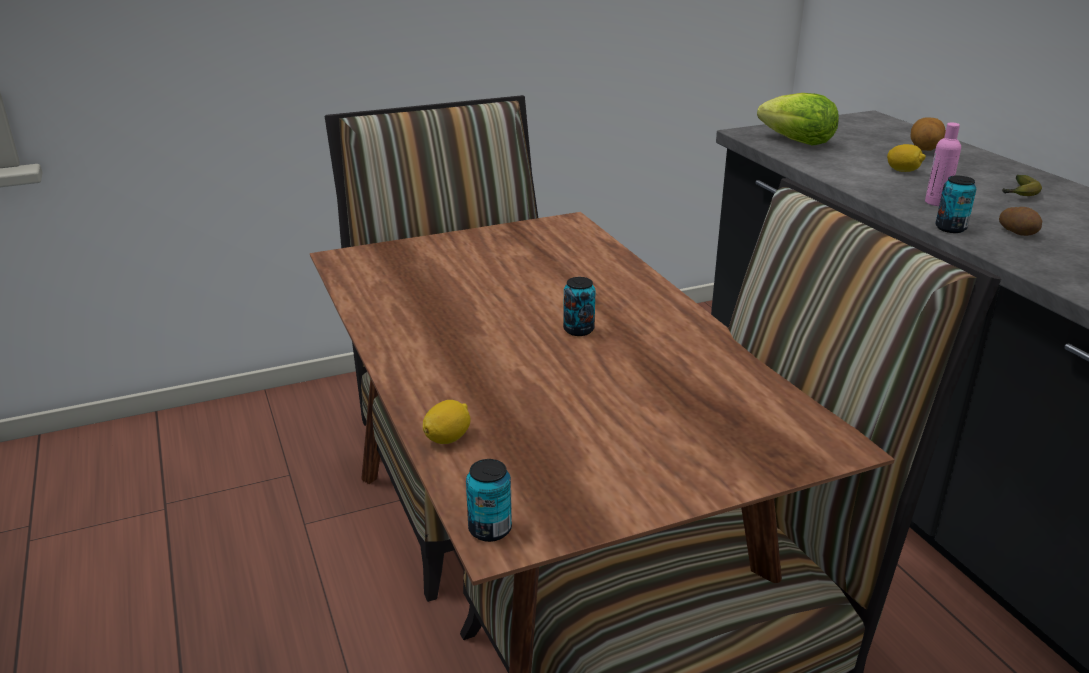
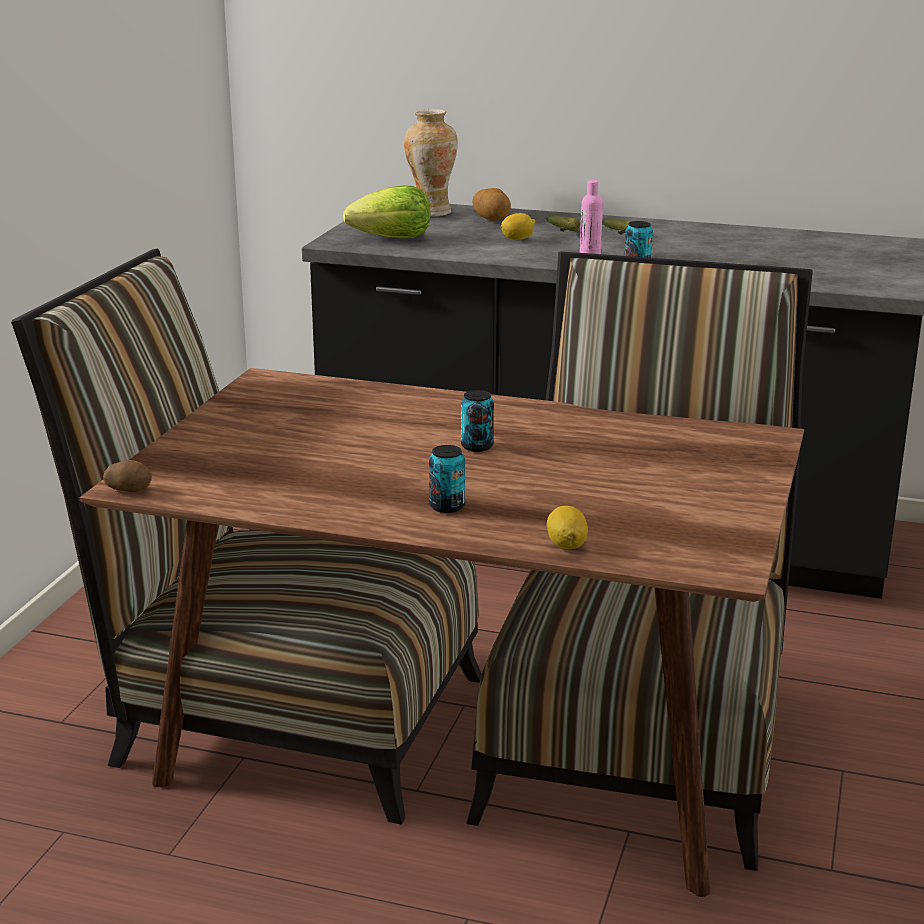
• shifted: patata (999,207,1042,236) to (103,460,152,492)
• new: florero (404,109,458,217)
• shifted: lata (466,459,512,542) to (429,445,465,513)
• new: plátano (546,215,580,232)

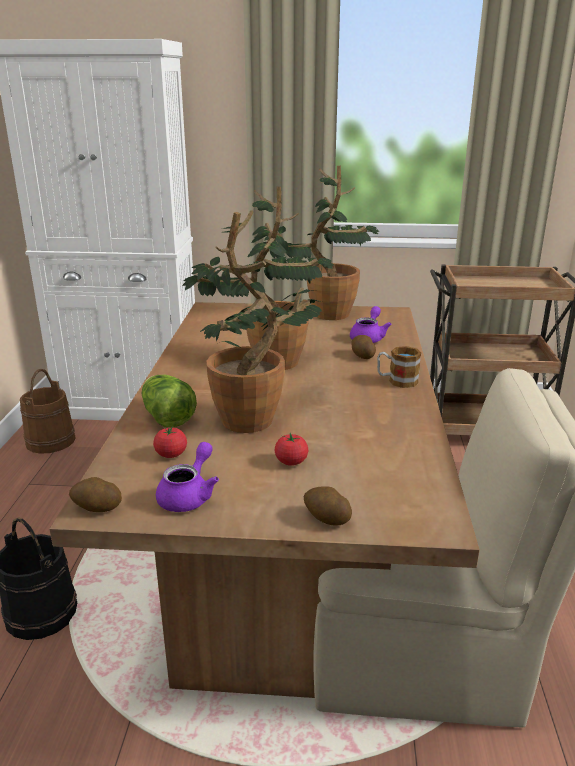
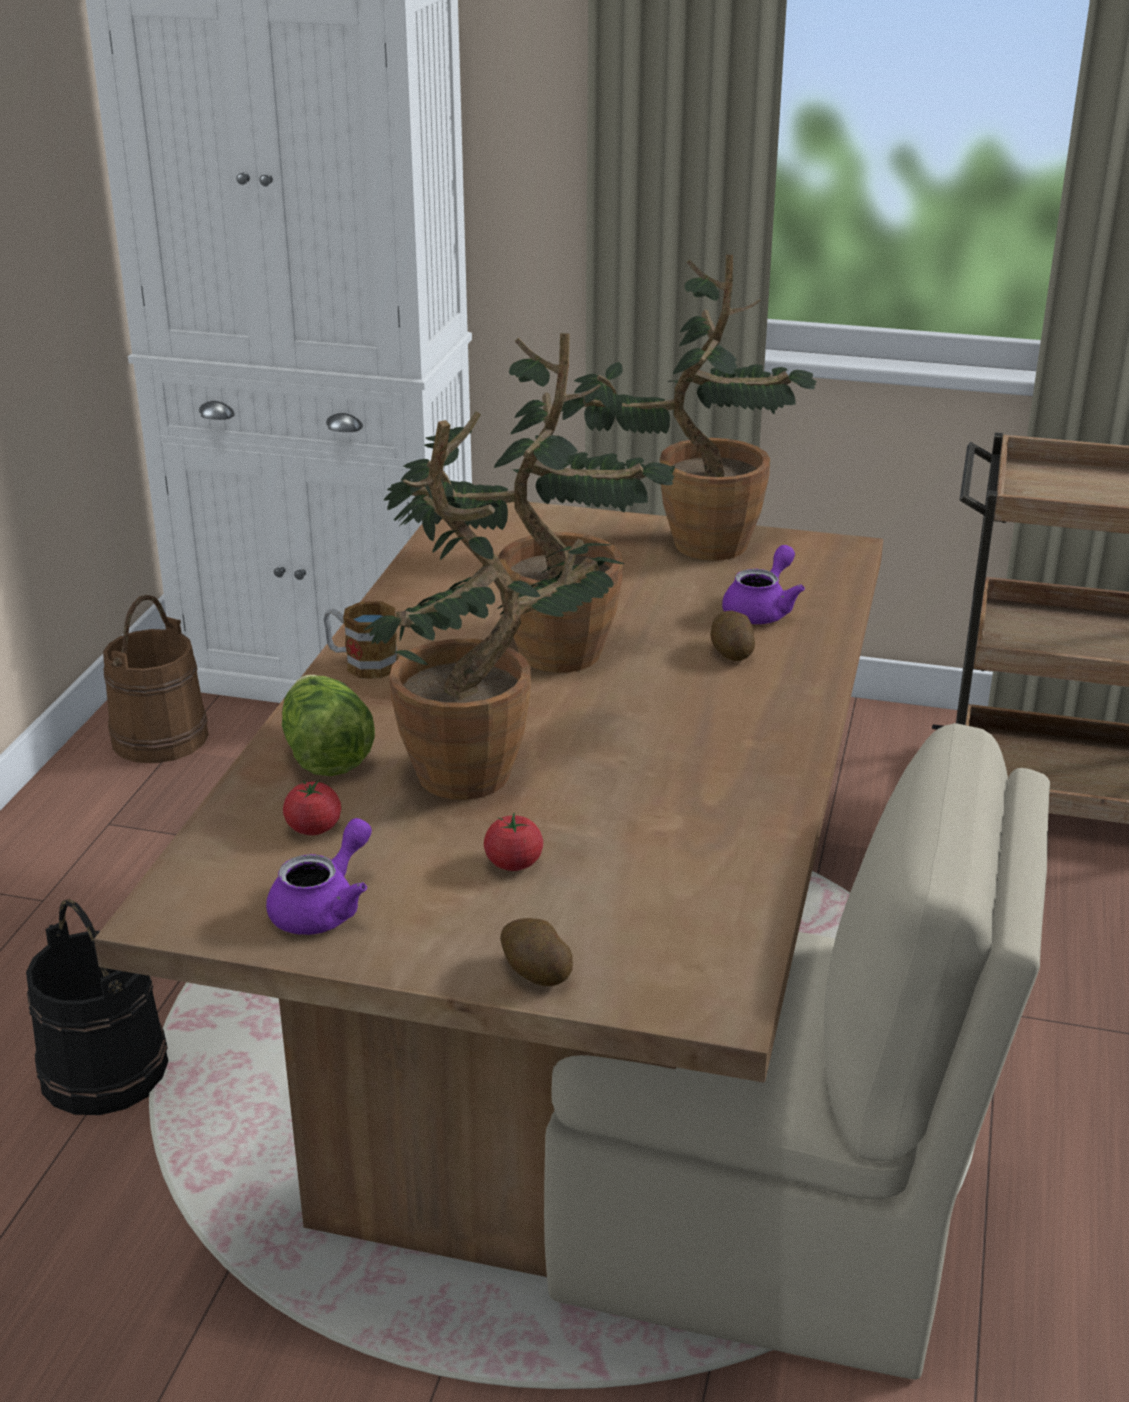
• shifted: taza grande (377,346,421,388) to (323,601,398,678)
• gone: patata (69,477,122,512)

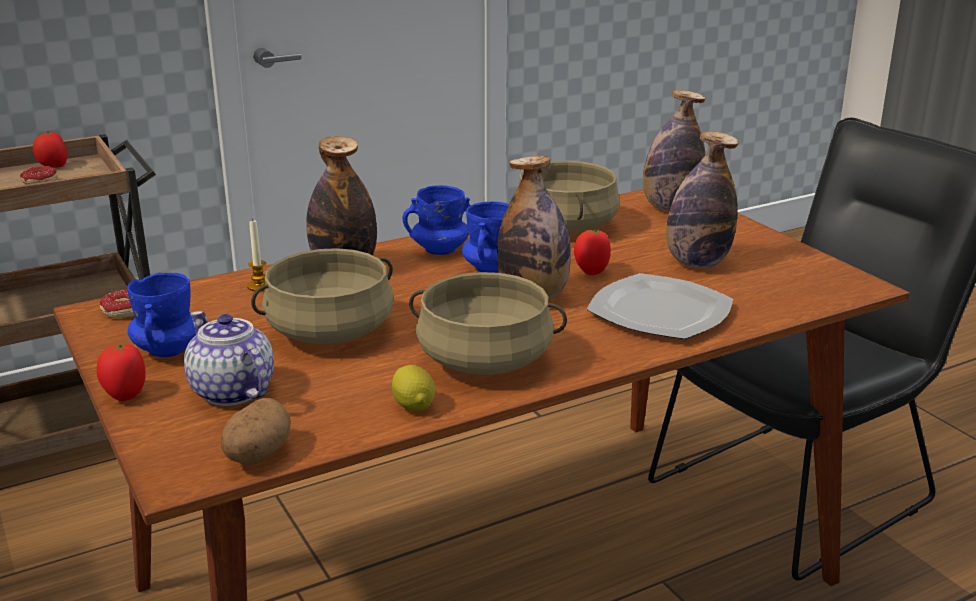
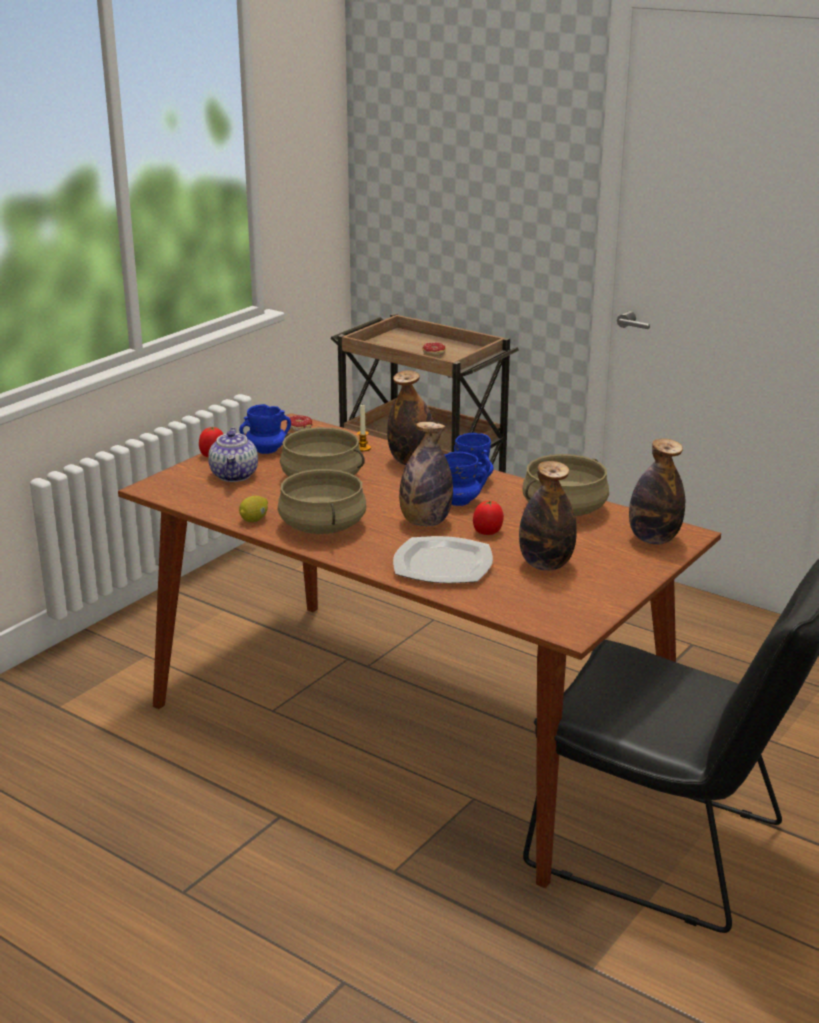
• rotated: tetera (184,311,274,406) = (208,428,258,482) 150 degrees clockwise
• gone: tomate (33,131,67,168)
• gone: patata (221,398,291,465)

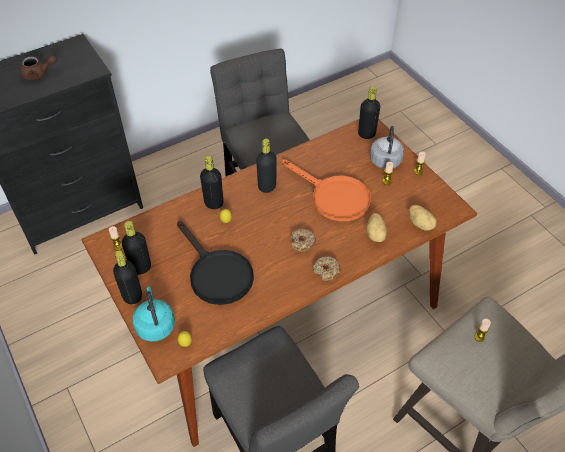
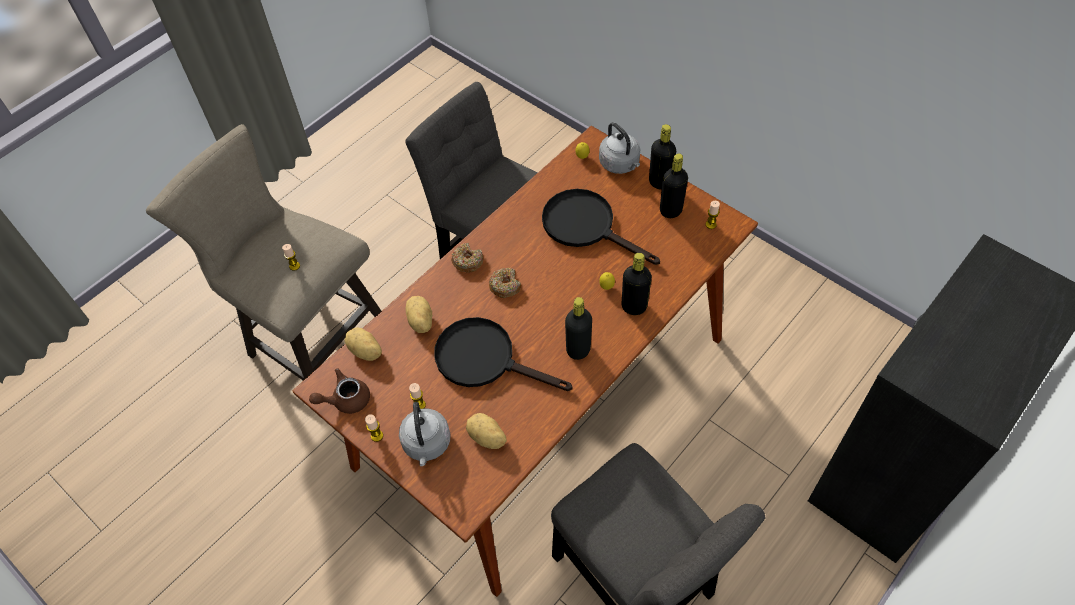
• shifted: tetera/marrón (20,56,57,80) to (309,368,370,414)
• repainted: sartén/naranja (282,159,371,221) to sartén/negro (434,317,573,391)
• new: patata (466,413,507,449)
• repainted: hervidor/turquesa (133,286,175,342) to hervidor/gris (599,122,640,174)
• gone: botella/negro (358,86,380,139)

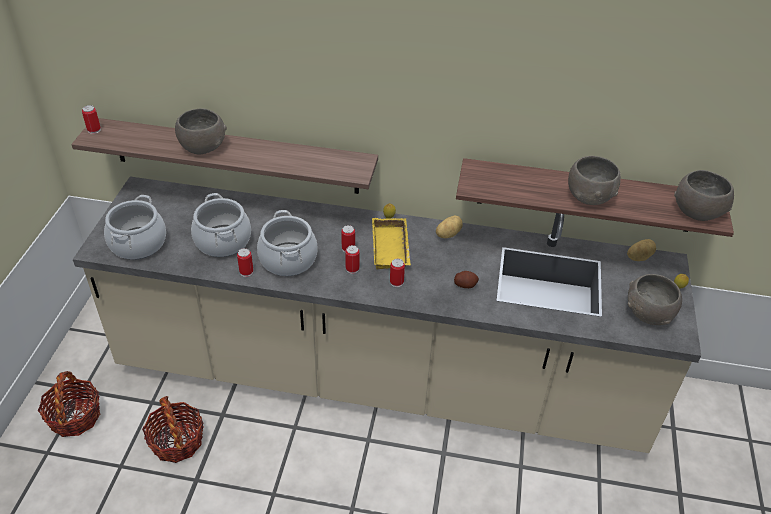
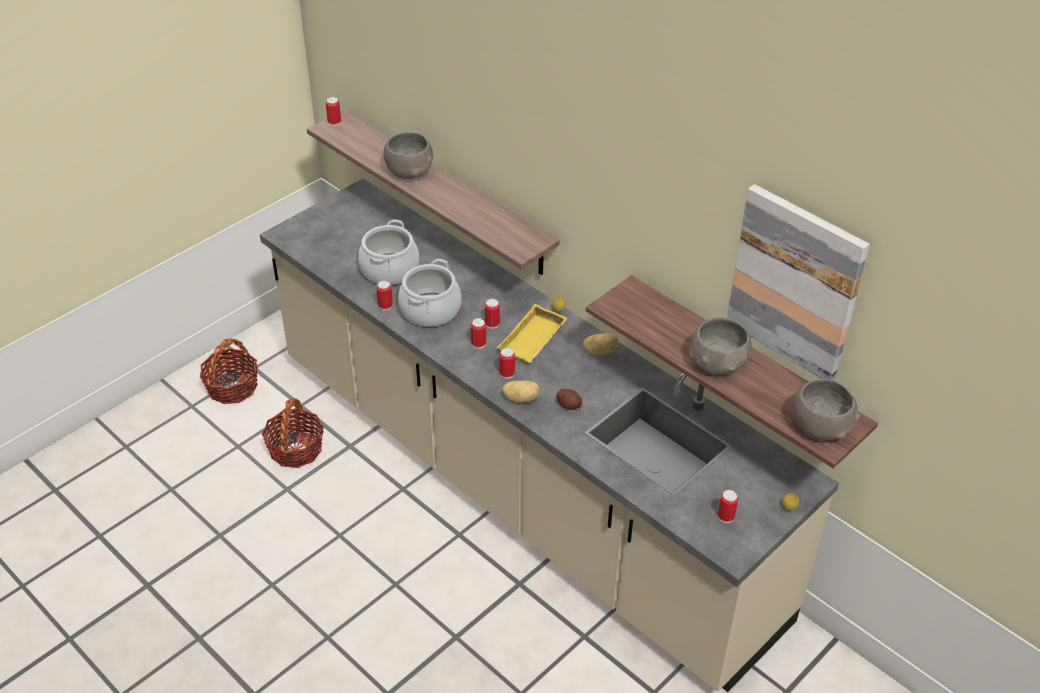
• shifted: patata (627,239,656,261) to (503,381,540,403)
• swapped: cuenco/gris (628,274,682,325) to lata (718,490,738,523)
• new: cuadro (727,184,870,380)
• gone: olla (104,195,166,260)

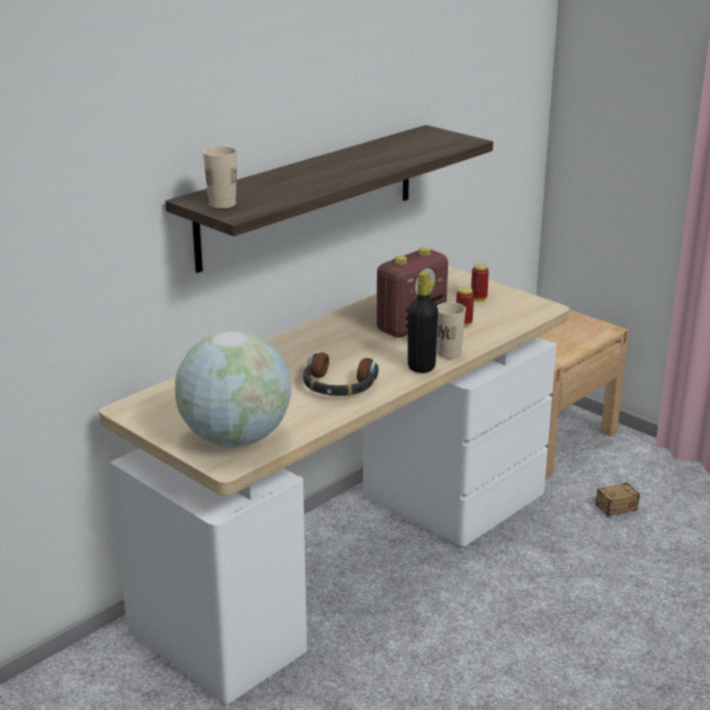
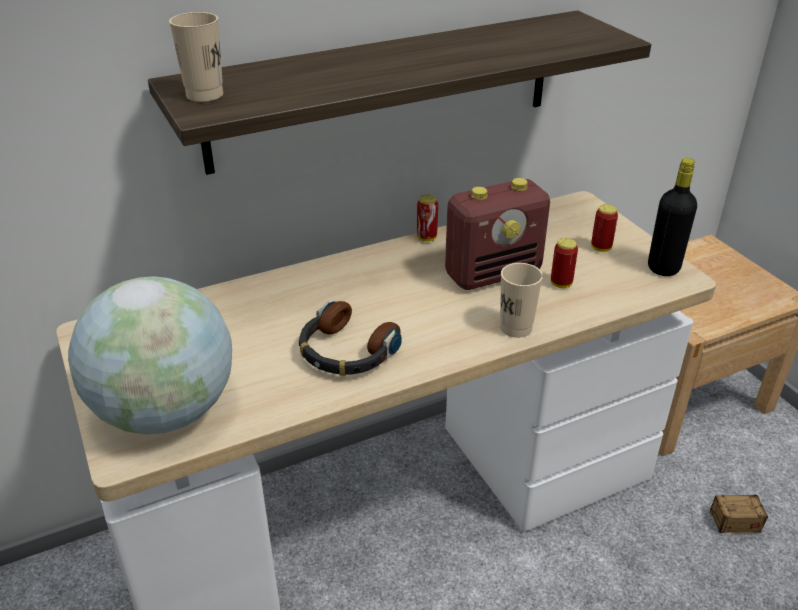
• new: lata (417,195,438,241)
• shifted: botella/negro (408,272,438,373) to (648,158,697,276)

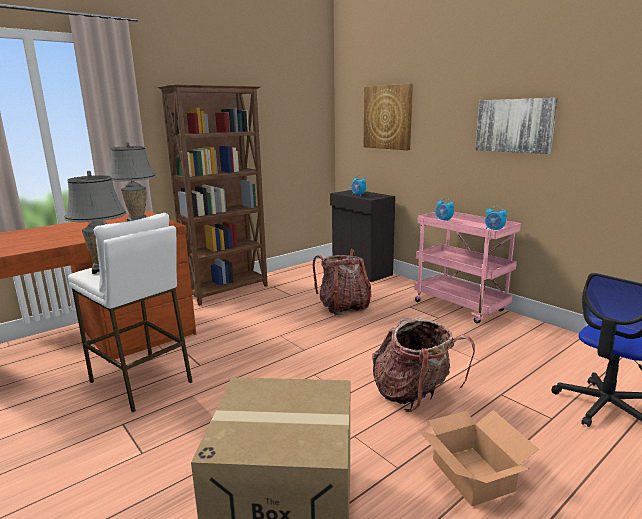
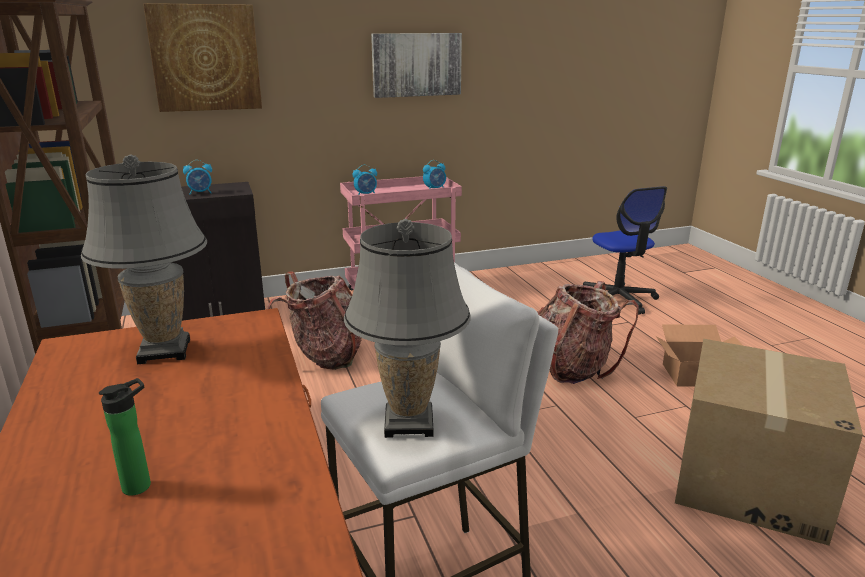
• new: botella (99,378,151,496)

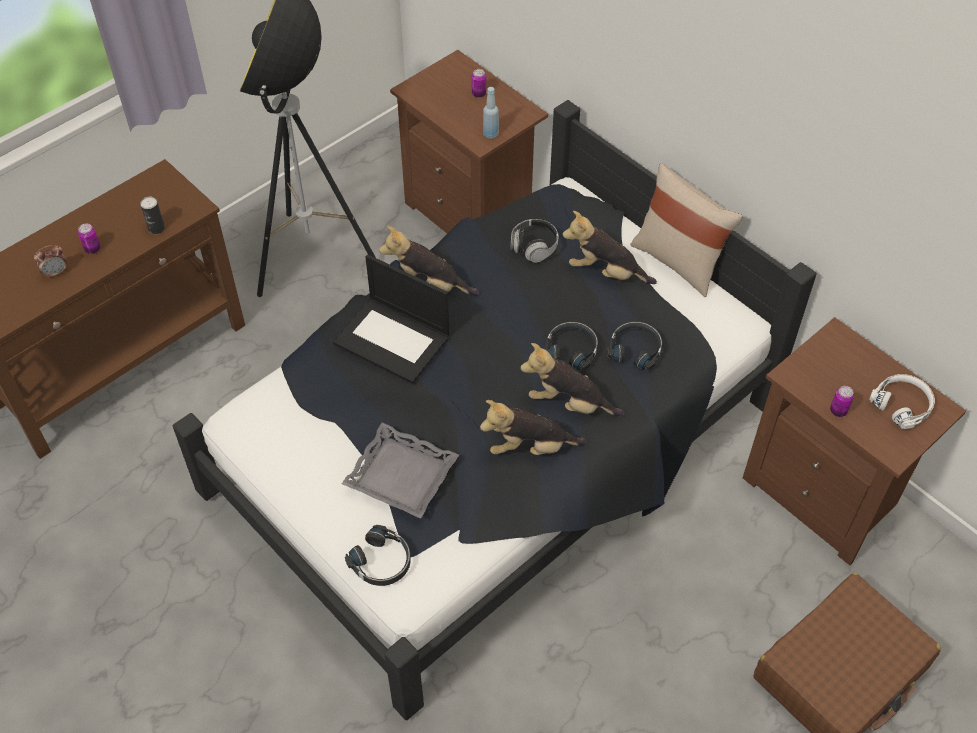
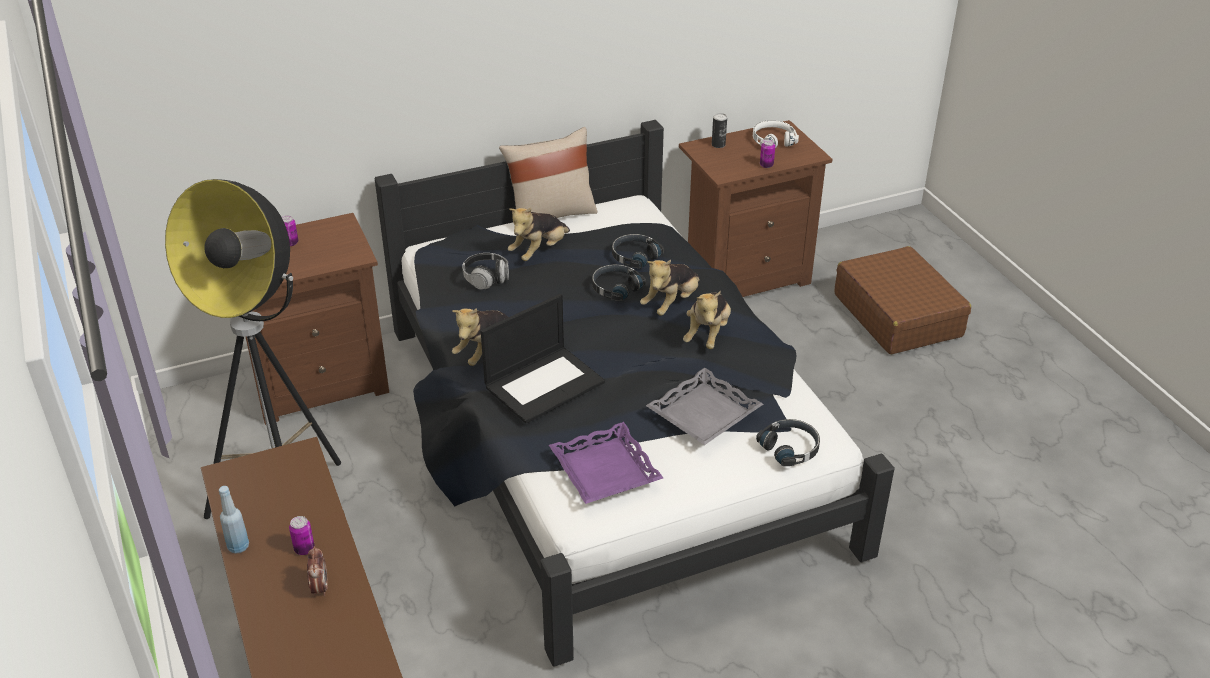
• shifted: botella/azul (483,87,499,139) to (219,486,249,554)
• new: bandeja/morado (549,422,663,504)
• shifted: lata (140,197,165,234) to (712,113,727,148)

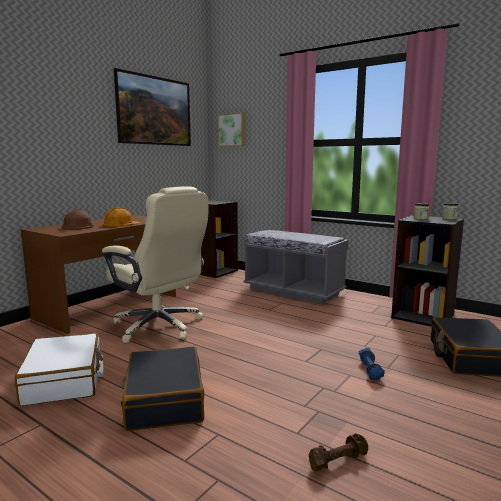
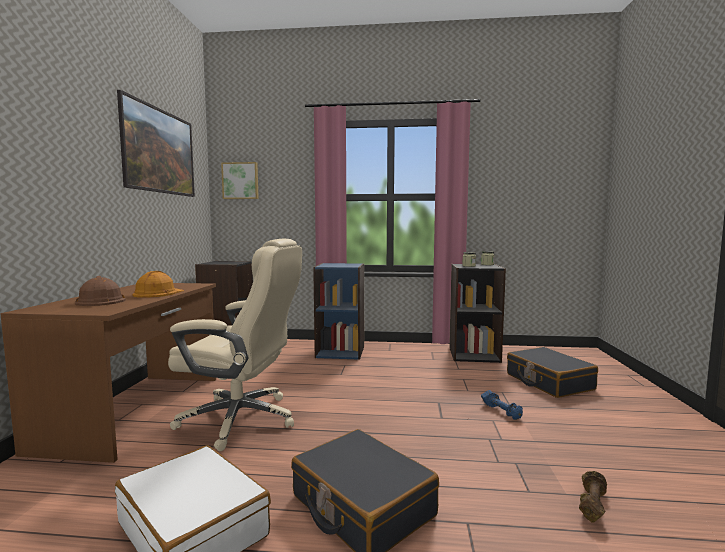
• swapped: banco/gris (243,230,348,304) to estantería/azul (313,263,364,360)

